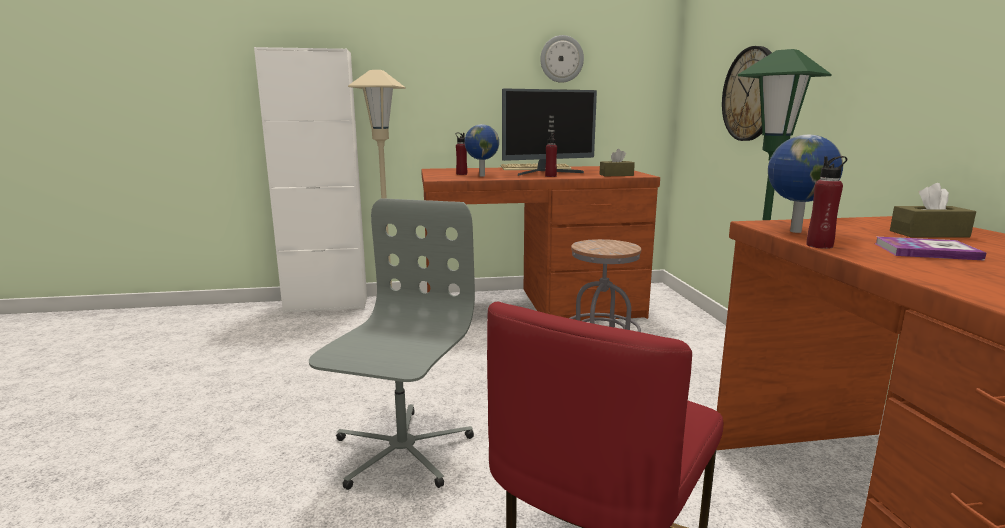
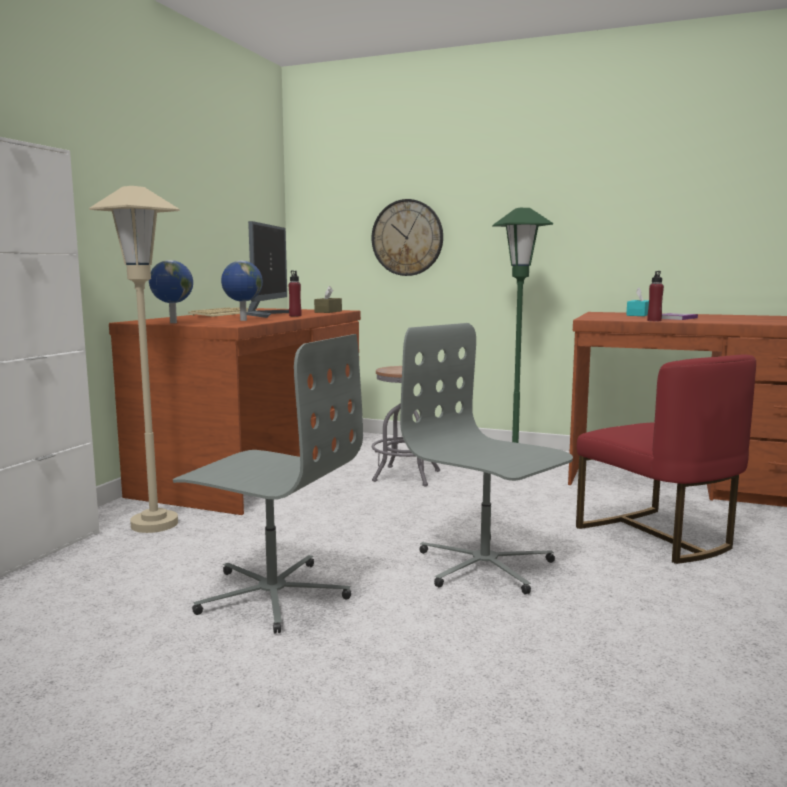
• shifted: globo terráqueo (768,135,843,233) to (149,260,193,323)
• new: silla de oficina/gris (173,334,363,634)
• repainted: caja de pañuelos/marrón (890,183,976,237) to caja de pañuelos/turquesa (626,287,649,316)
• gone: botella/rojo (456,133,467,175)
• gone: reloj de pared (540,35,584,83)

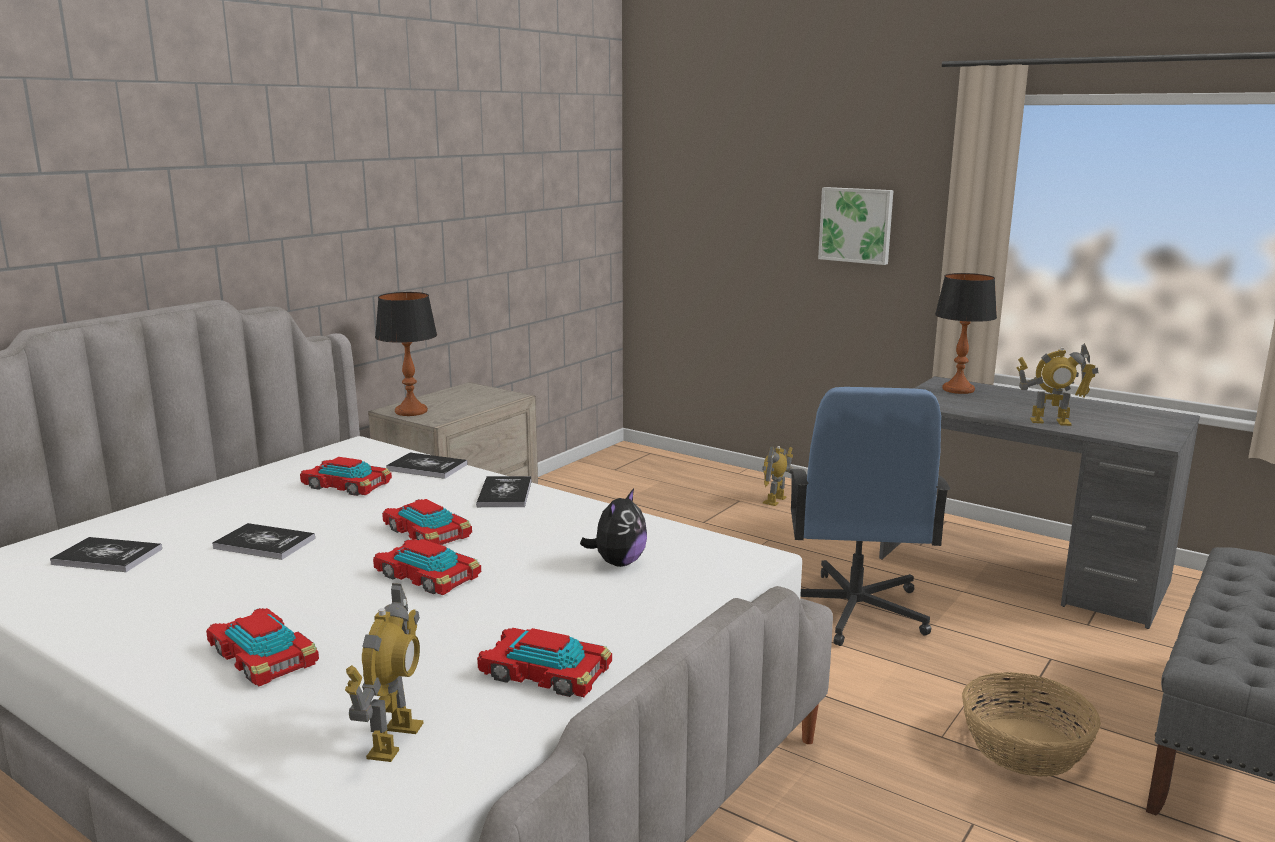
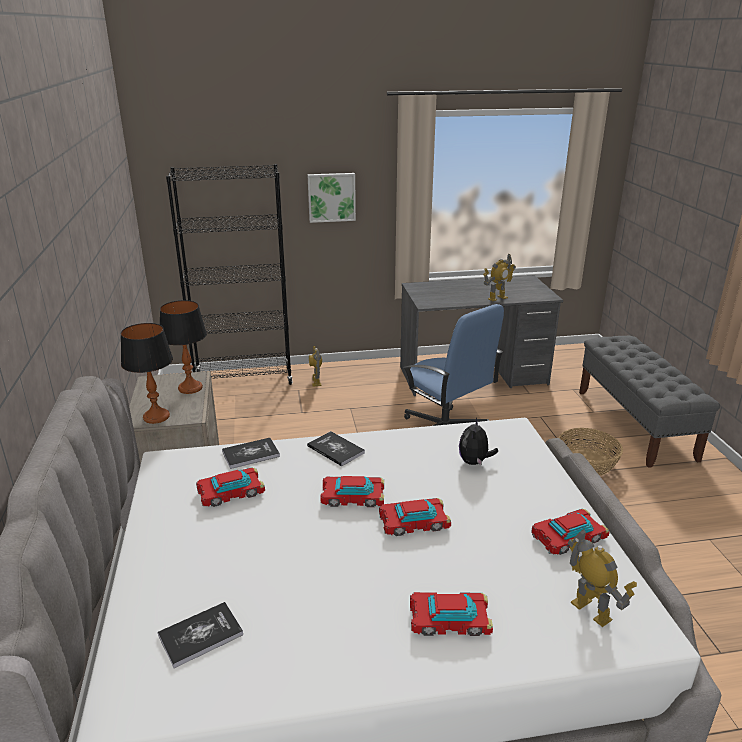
• shifted: lámpara de mesa (935,273,997,394) to (160,300,207,394)
• new: estantería/negro (166,164,293,385)
• rotated: peluche (580,488,647,567) = (459,418,498,466) 150 degrees counterclockwise
• gone: libro (212,523,315,560)

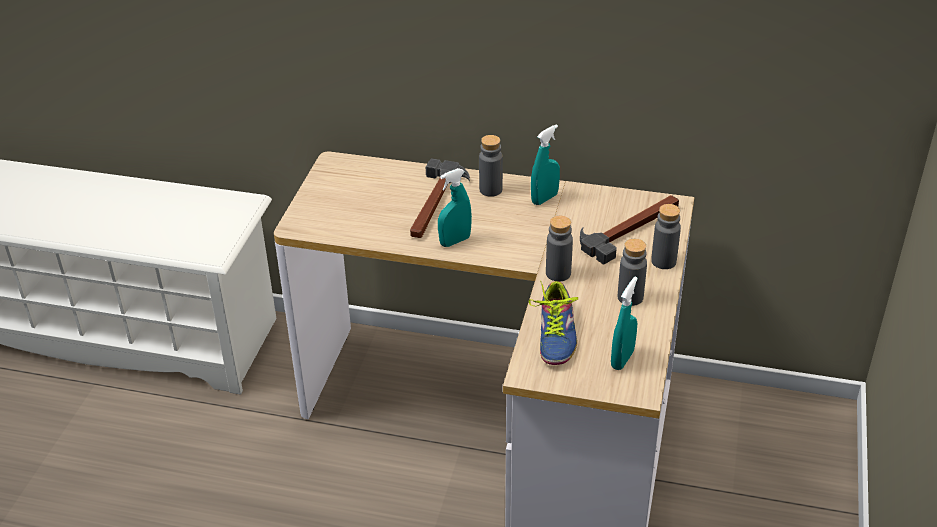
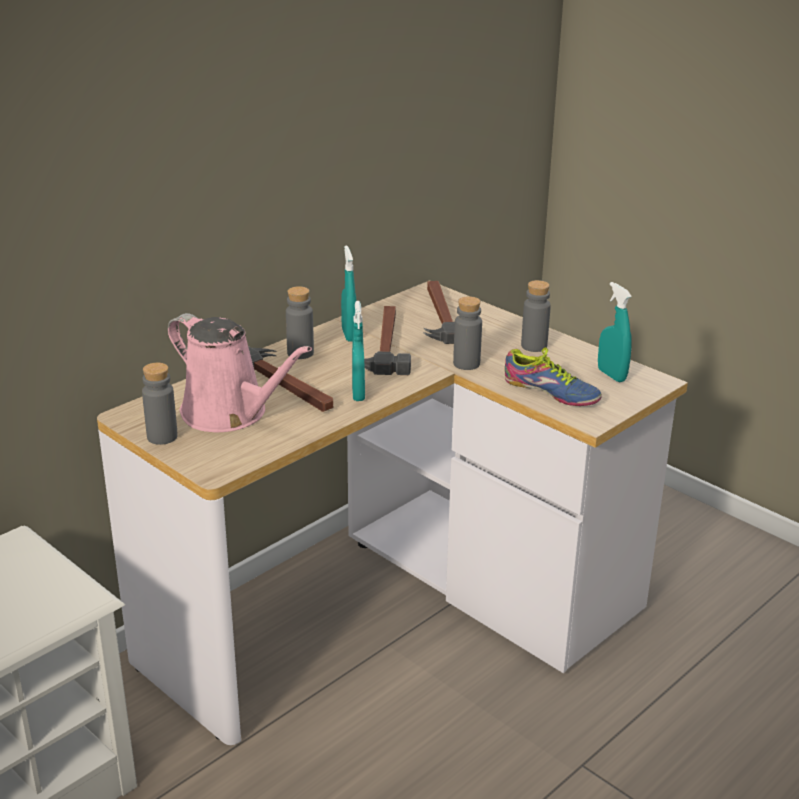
• shifted: botella/gris (651,204,681,269) to (142,363,178,445)
• new: regadera/rosa (168,313,312,432)
• new: martillo (364,306,411,375)

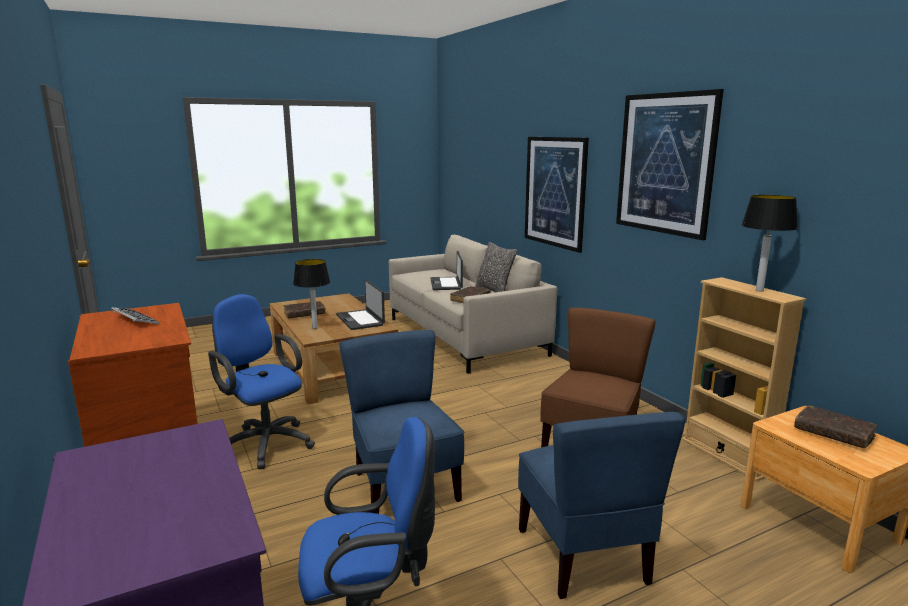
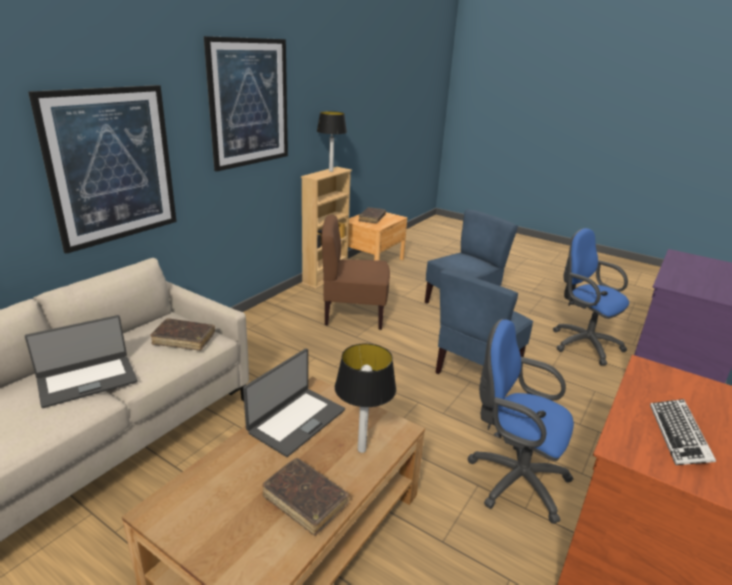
• rotated: silla de oficina/azul (208,294,315,469) = (468,319,574,524) 105 degrees clockwise
• gone: cojín (475,242,517,292)

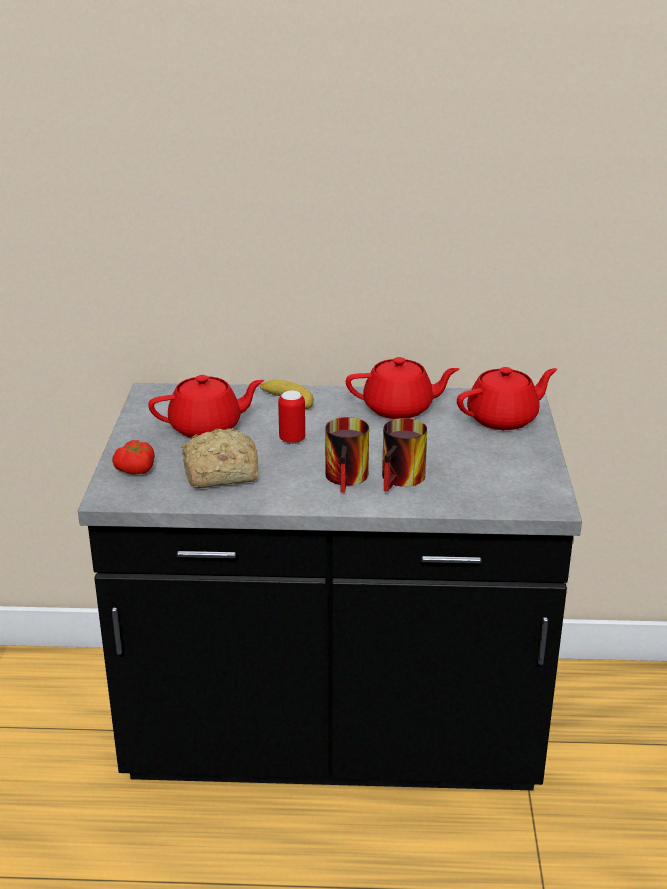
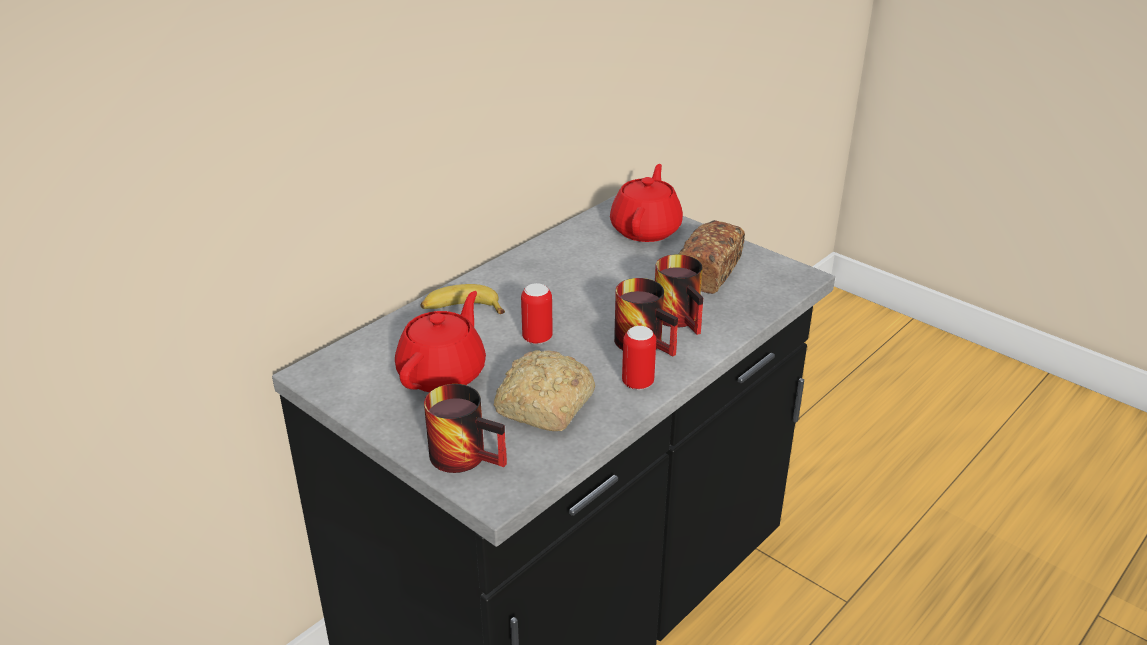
• swapped: tomate (112,440,155,475) to taza grande (424,384,507,473)
• new: lata (622,326,656,390)
• new: pan (679,220,745,294)
• gone: tetera/rojo (346,357,459,419)

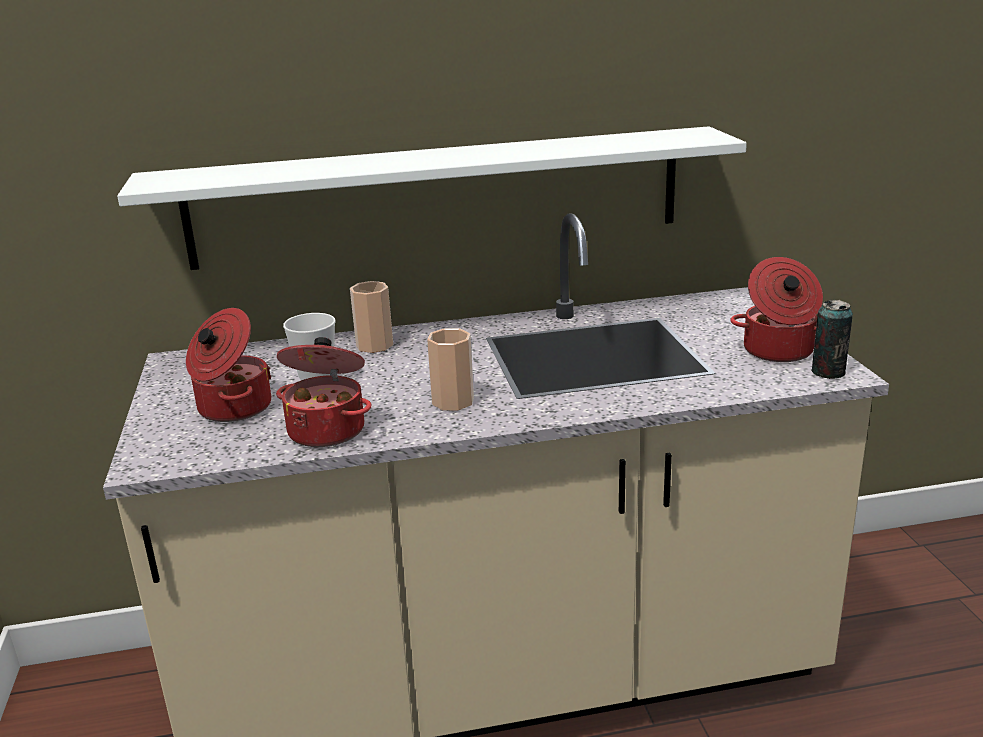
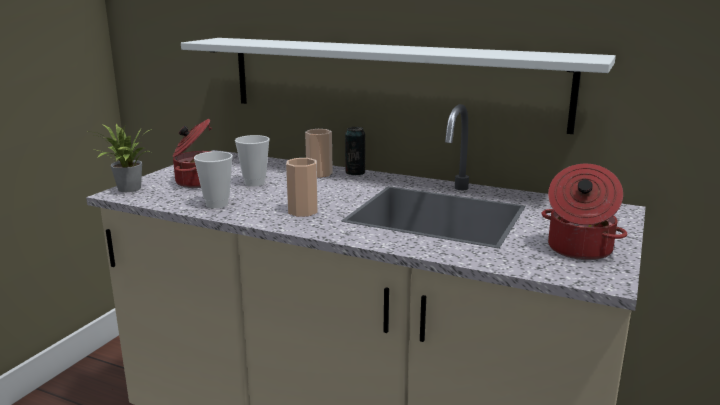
• new: planta en maceta (95,122,152,192)
• swapped: olla (276,337,372,447) to taza (194,151,233,208)
• shifted: lata (811,300,853,379) to (345,127,365,175)

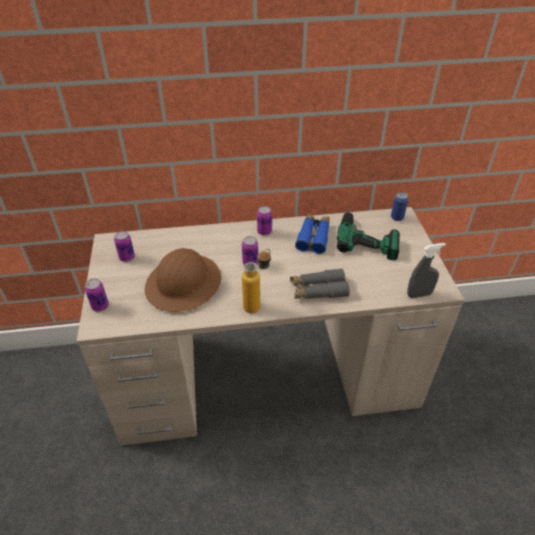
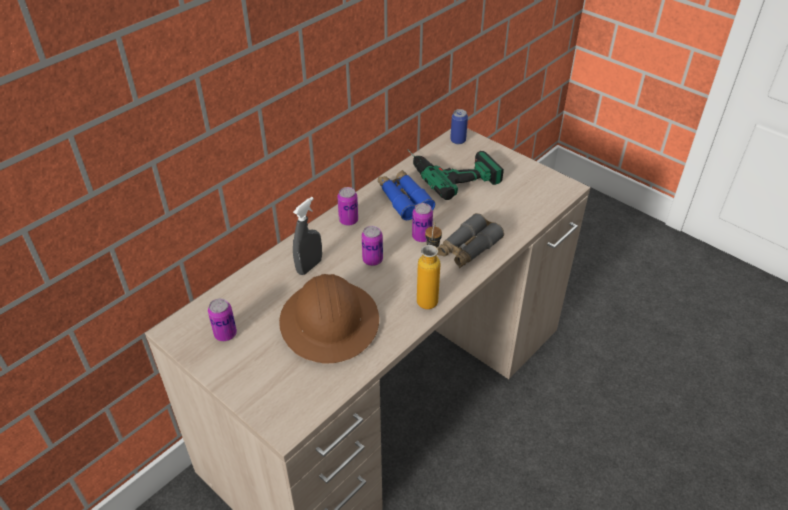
• shifted: pulverizador/gris (407,243,446,298) to (293,197,322,275)
• shifted: lata (85,279,109,312) to (412,203,433,242)

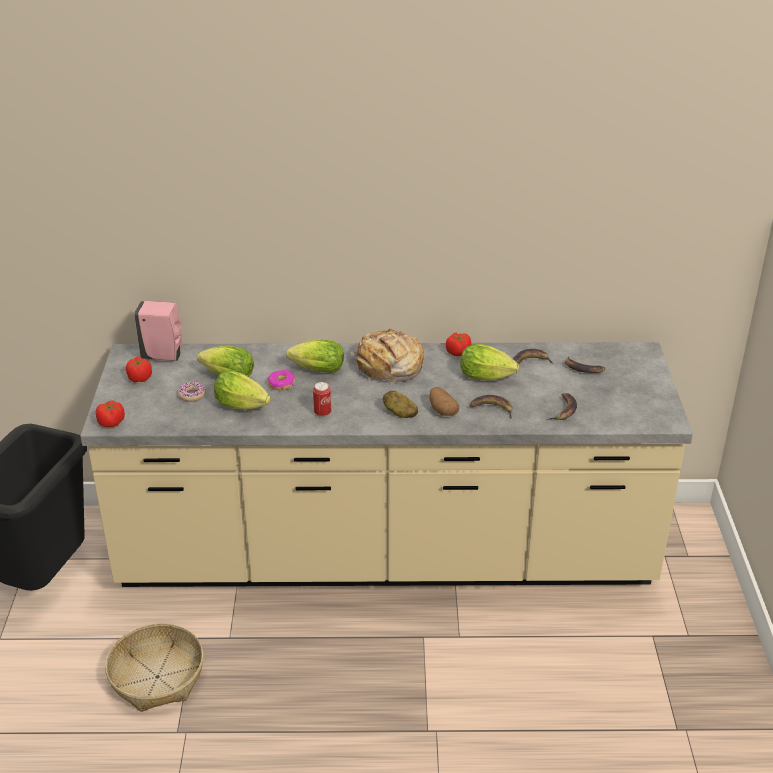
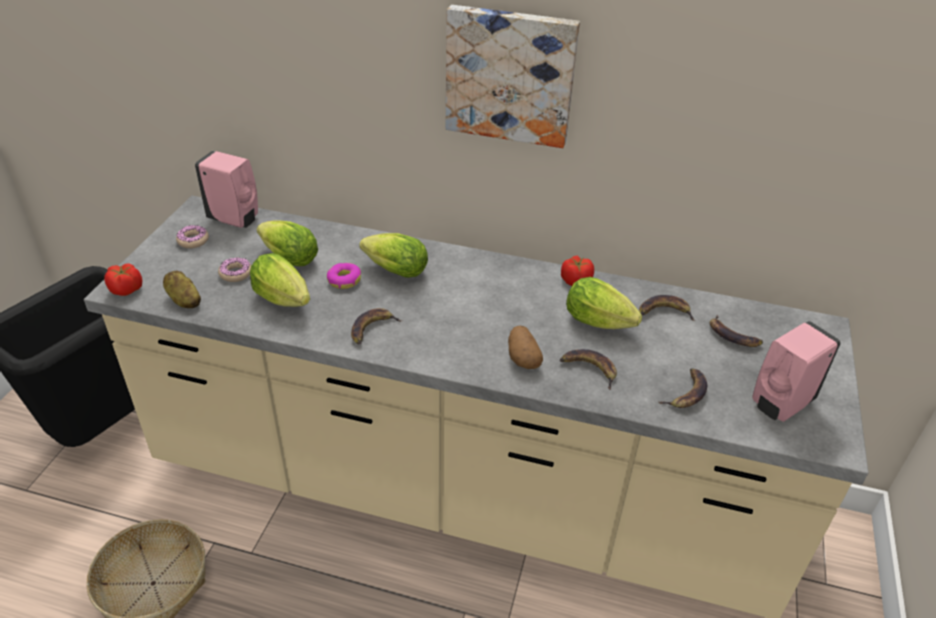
• shifted: patata (383,391,418,418) to (163,271,201,308)
• swapped: tomate (126,357,152,382) to rosquilla (176,225,209,248)
• swapped: lata (313,382,331,417) to plátano (351,308,403,345)
• new: cuadro (446,5,580,148)
• new: dispensador de jabón/rosa (752,321,841,422)
• gone: pan (351,329,423,382)

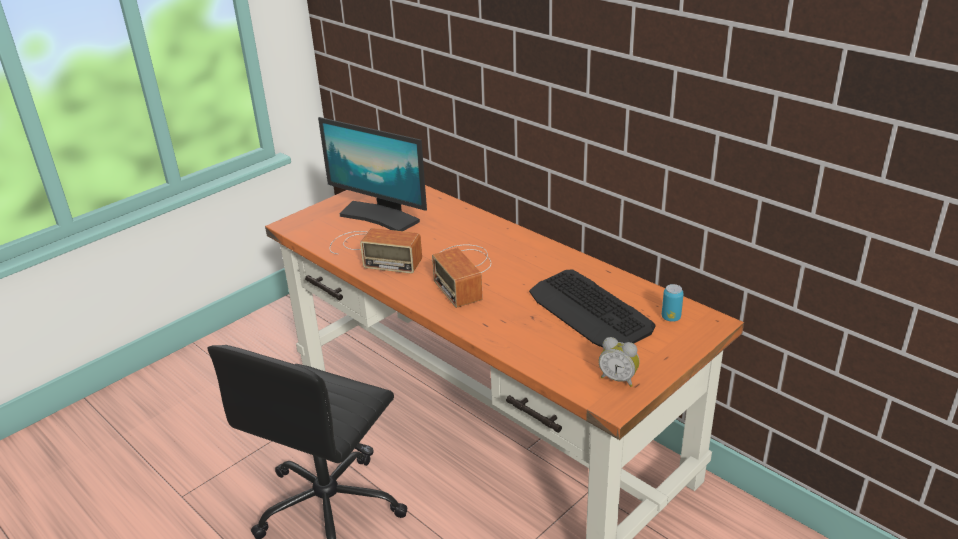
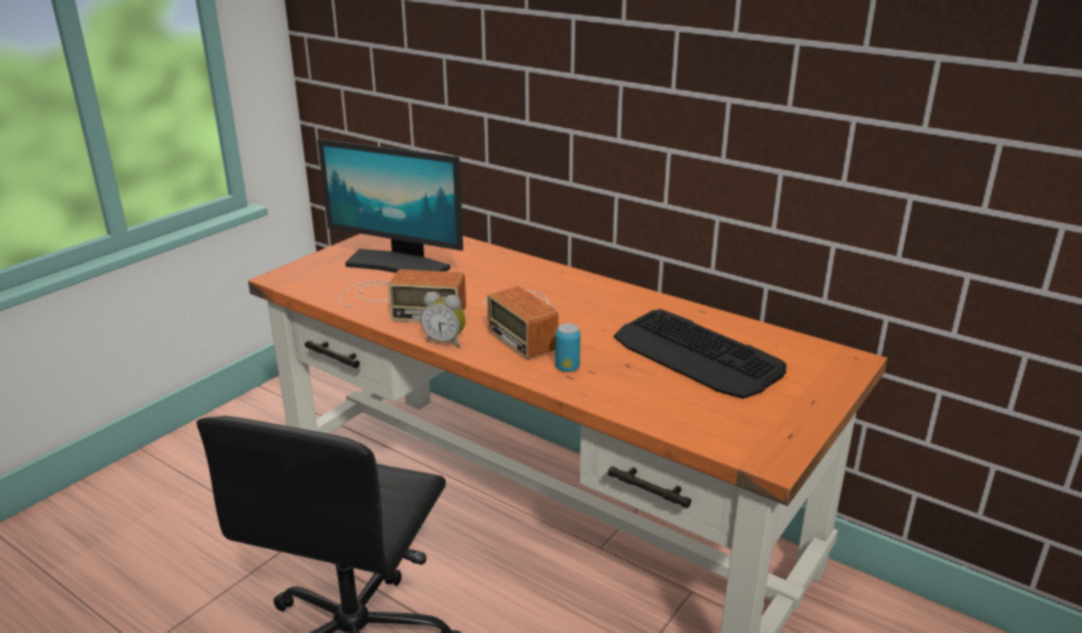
• shifted: despertador (598,337,640,387) to (421,292,466,347)
• shifted: lata (662,284,684,322) to (555,323,581,372)

